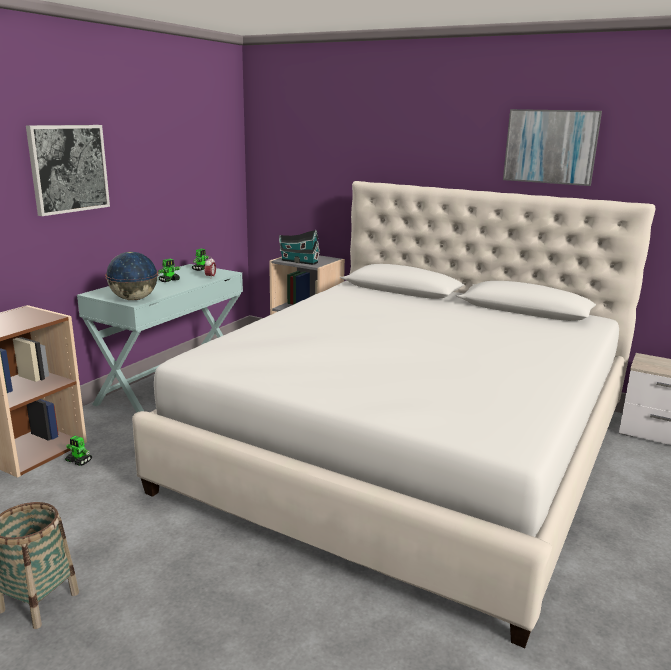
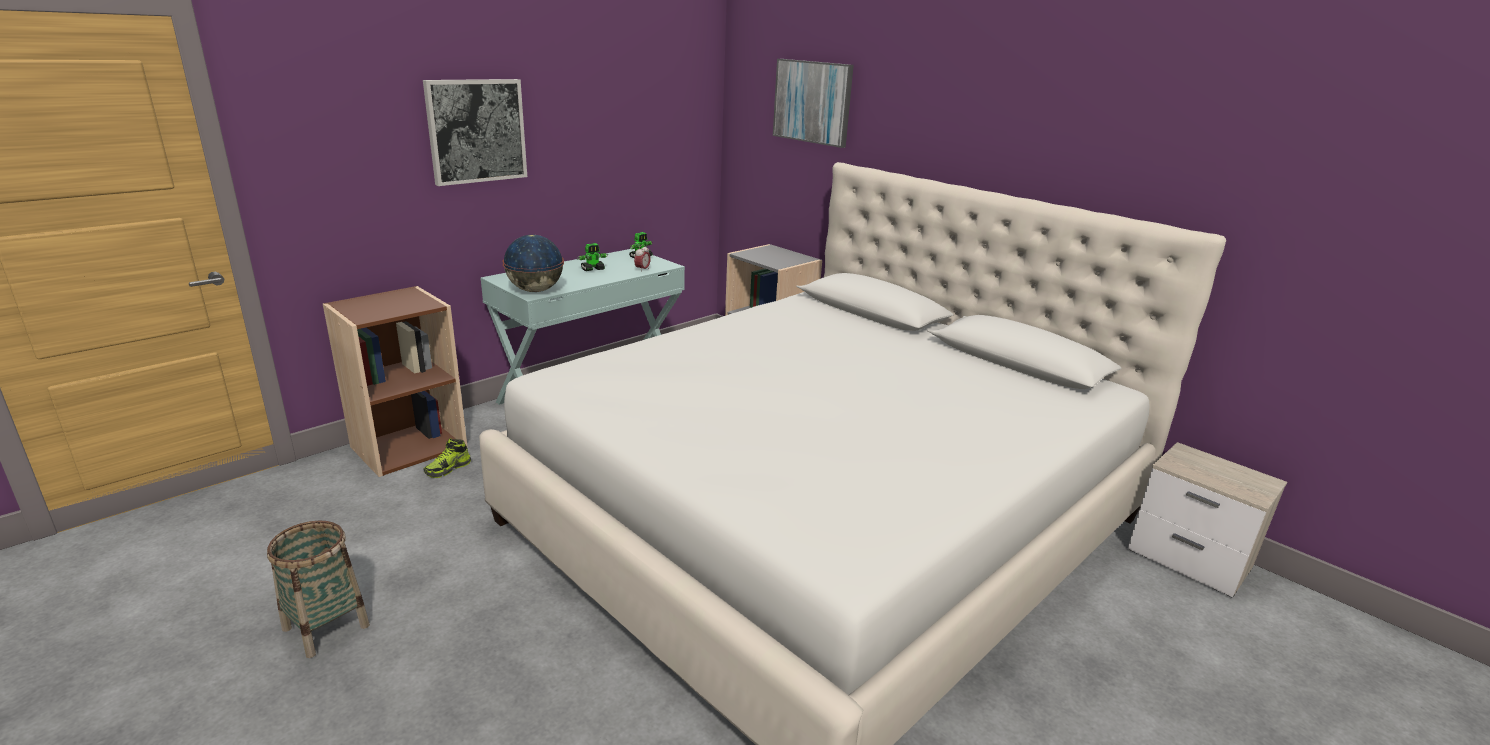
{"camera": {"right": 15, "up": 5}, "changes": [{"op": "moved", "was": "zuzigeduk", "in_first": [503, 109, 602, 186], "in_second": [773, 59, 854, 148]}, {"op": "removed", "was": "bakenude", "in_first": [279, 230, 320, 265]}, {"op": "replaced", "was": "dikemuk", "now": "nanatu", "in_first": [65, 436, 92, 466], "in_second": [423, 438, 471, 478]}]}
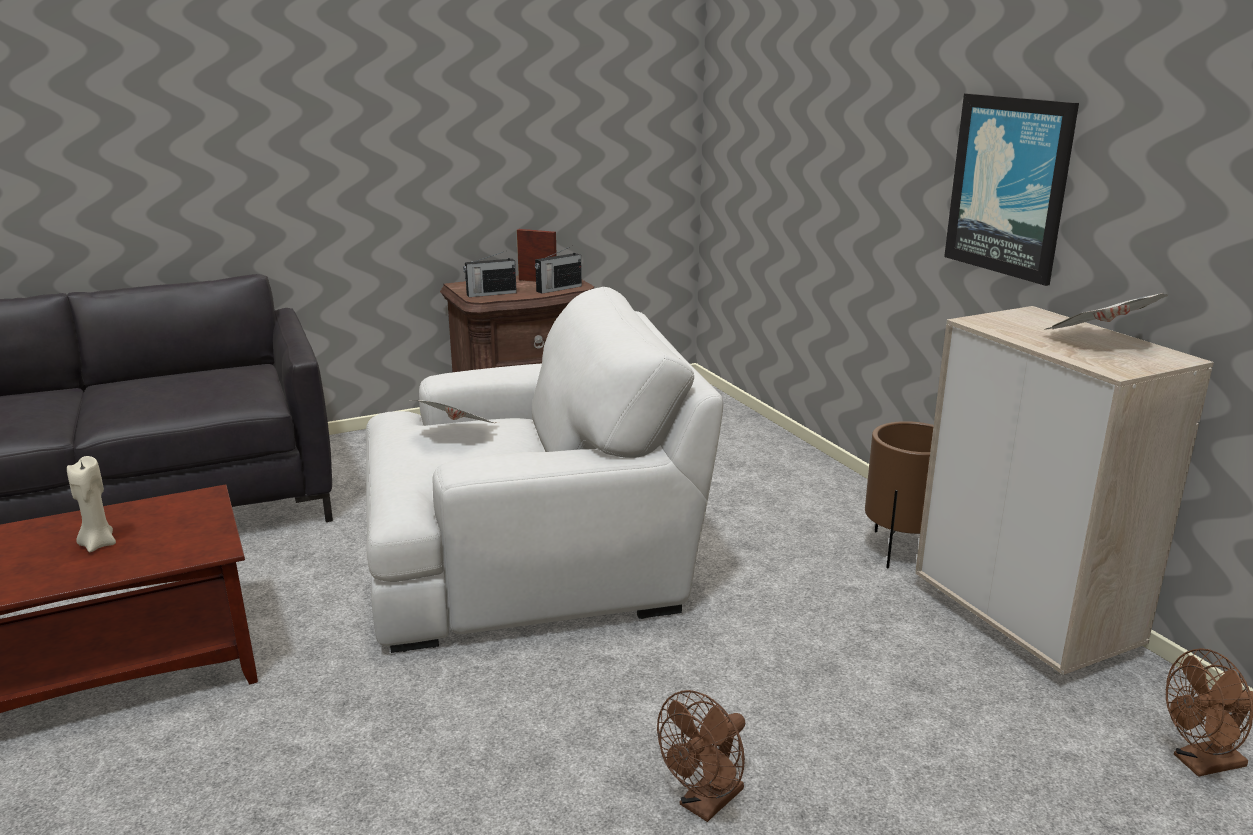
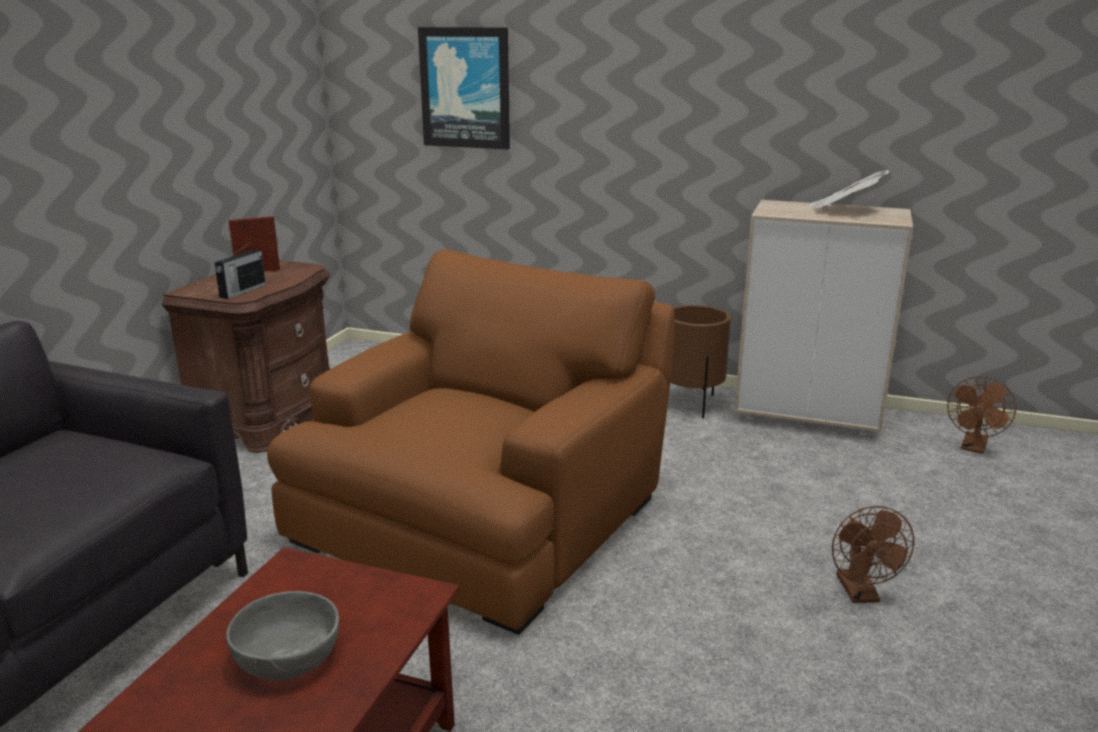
{"camera": {"right": -45, "up": 0}, "changes": [{"op": "moved", "was": "zuzigeduk", "in_first": [944, 93, 1079, 286], "in_second": [418, 27, 510, 150]}, {"op": "removed", "was": "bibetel", "in_first": [535, 247, 582, 294]}, {"op": "recoloured", "was": "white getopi", "now": "brown getopi", "in_first": [366, 287, 723, 653], "in_second": [267, 249, 675, 635]}, {"op": "removed", "was": "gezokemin", "in_first": [415, 400, 500, 423]}, {"op": "replaced", "was": "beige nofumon", "now": "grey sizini", "in_first": [67, 456, 116, 552], "in_second": [226, 591, 339, 680]}]}
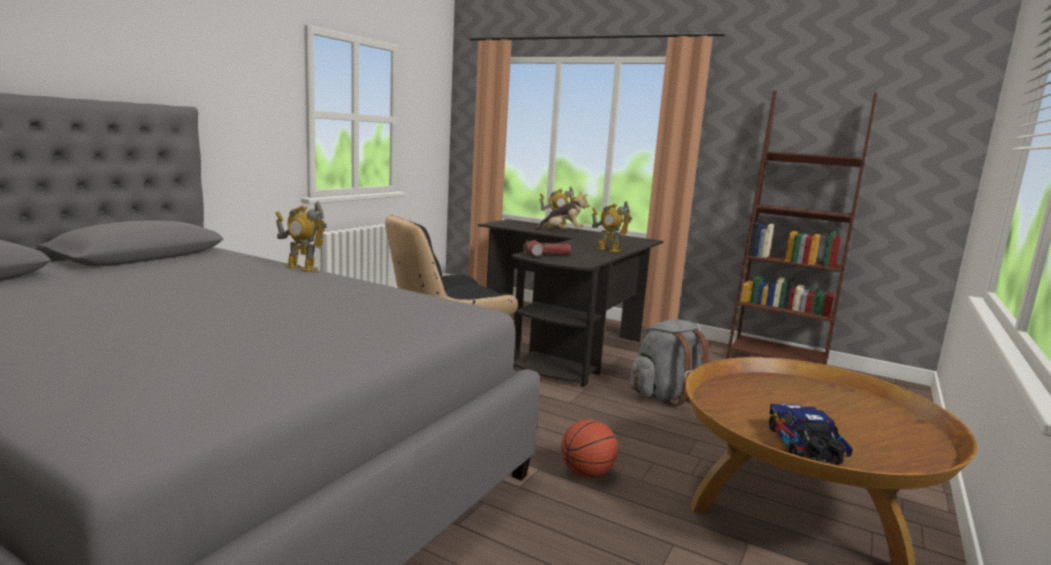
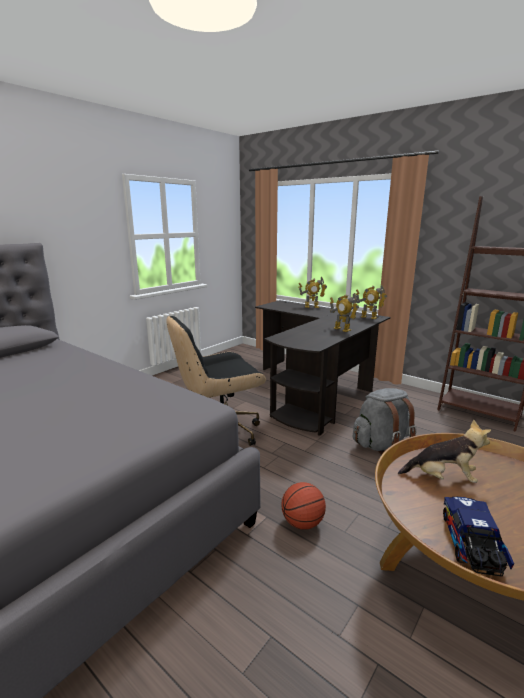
{"camera": {"right": 10, "up": 5}, "changes": [{"op": "moved", "was": "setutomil", "in_first": [534, 192, 590, 230], "in_second": [398, 419, 491, 483]}, {"op": "moved", "was": "dikemuk", "in_first": [276, 201, 327, 272], "in_second": [356, 285, 387, 319]}, {"op": "removed", "was": "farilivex", "in_first": [523, 240, 571, 257]}]}
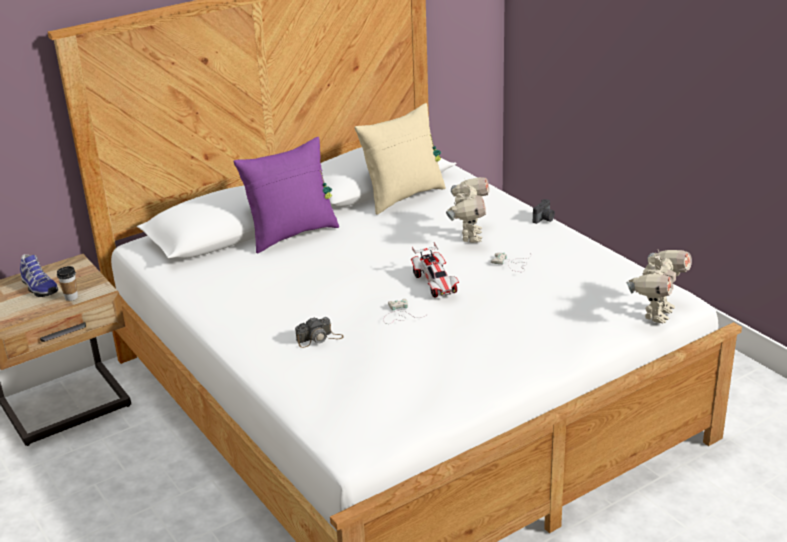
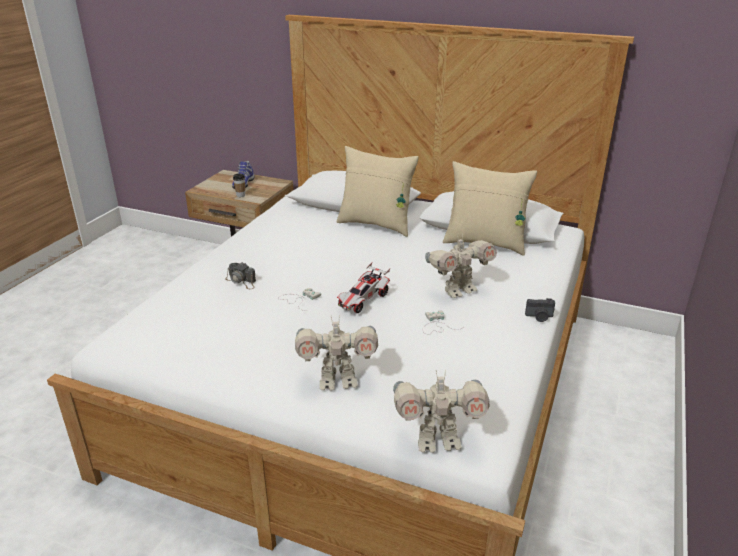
{"camera": {"right": 55, "up": 0}, "changes": [{"op": "recoloured", "was": "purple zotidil", "now": "beige zotidil", "in_first": [233, 137, 339, 253], "in_second": [336, 146, 419, 237]}, {"op": "added", "now": "dikemuk", "in_second": [295, 317, 378, 390]}]}
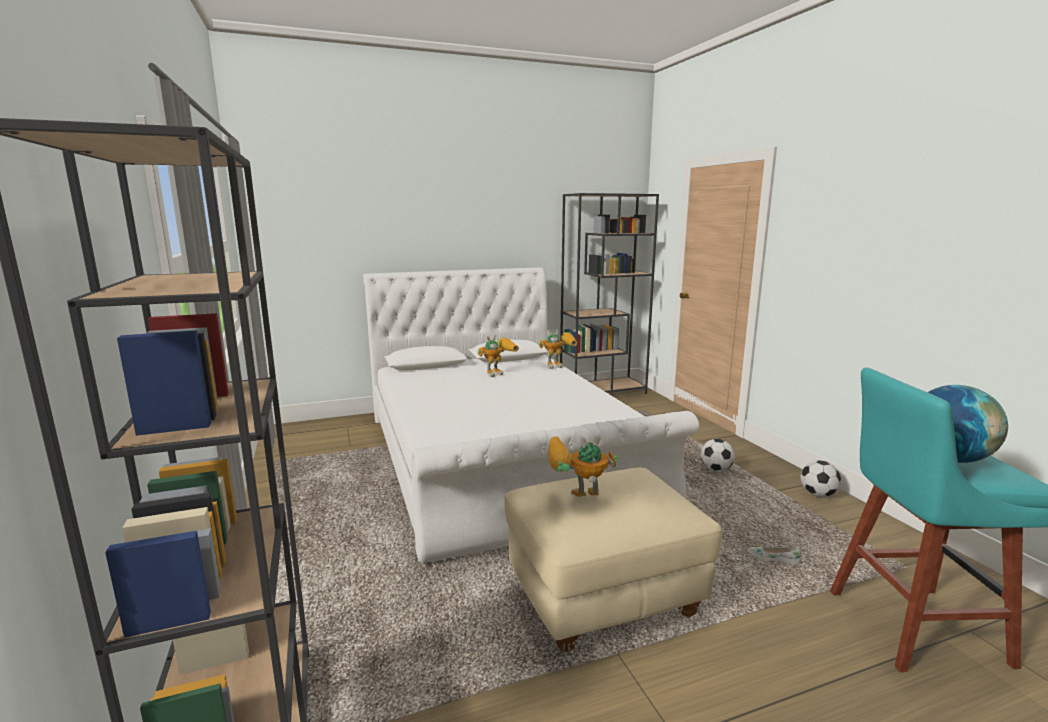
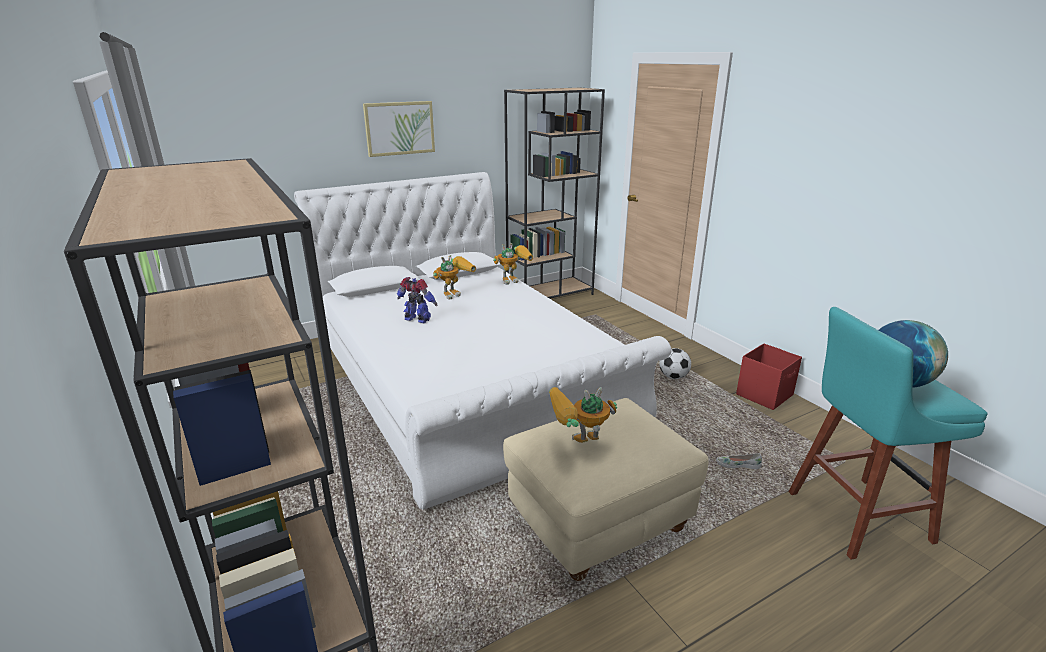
{"camera": {"right": -10, "up": 10}, "changes": [{"op": "replaced", "was": "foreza", "now": "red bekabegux", "in_first": [800, 460, 841, 497], "in_second": [736, 343, 802, 410]}, {"op": "added", "now": "zuzigeduk", "in_second": [363, 101, 435, 157]}, {"op": "added", "now": "dikemuk", "in_second": [397, 277, 438, 323]}]}
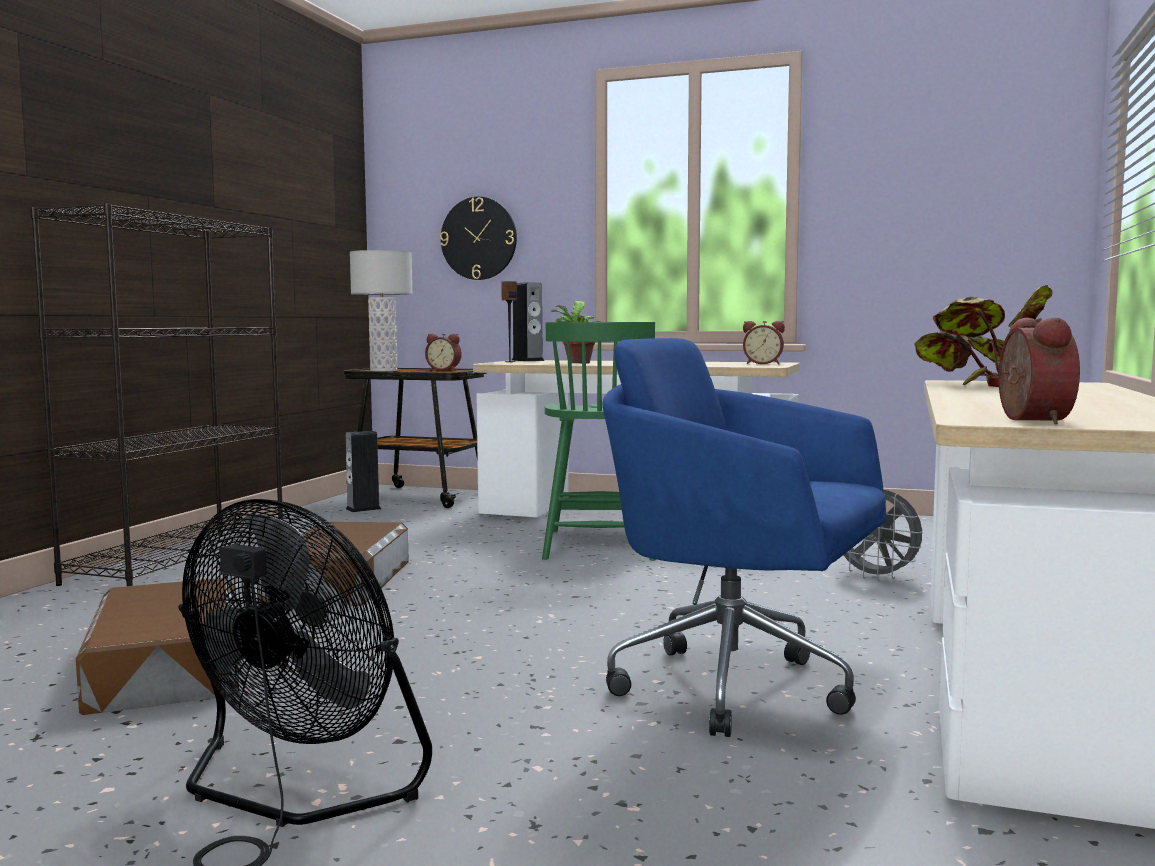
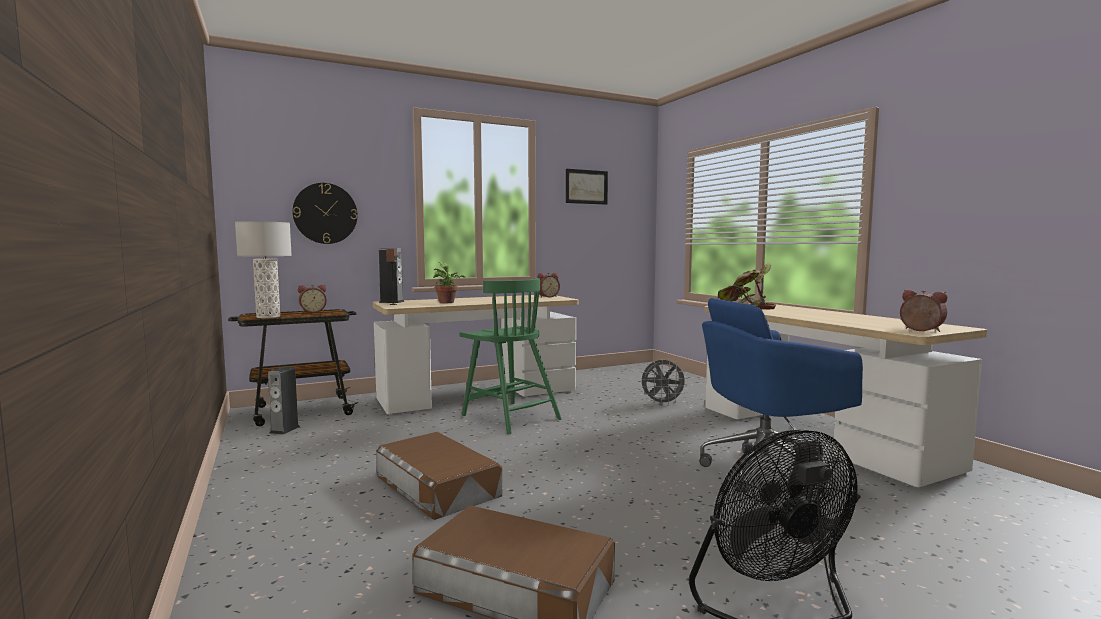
{"camera": {"right": -45, "up": 0}, "changes": [{"op": "removed", "was": "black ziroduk", "in_first": [30, 203, 283, 586]}, {"op": "added", "now": "zuzigeduk", "in_second": [566, 169, 608, 205]}]}
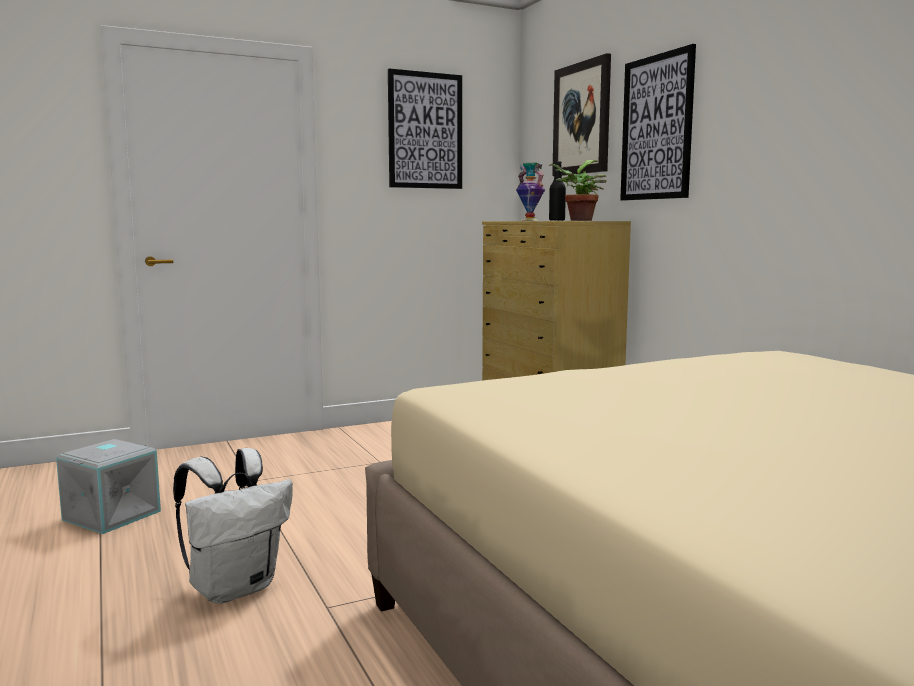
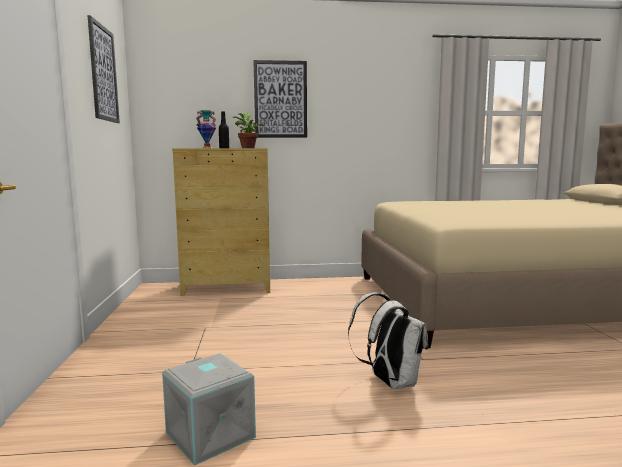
{"camera": {"right": -70, "up": 0}, "changes": [{"op": "removed", "was": "zuzigeduk", "in_first": [552, 53, 611, 176]}]}
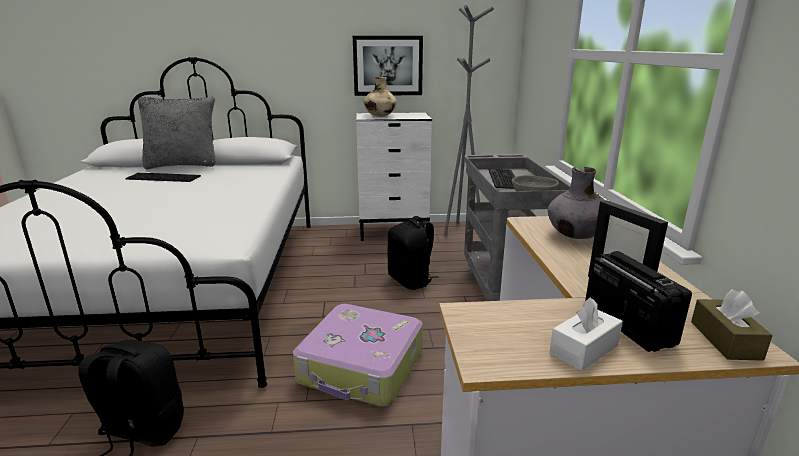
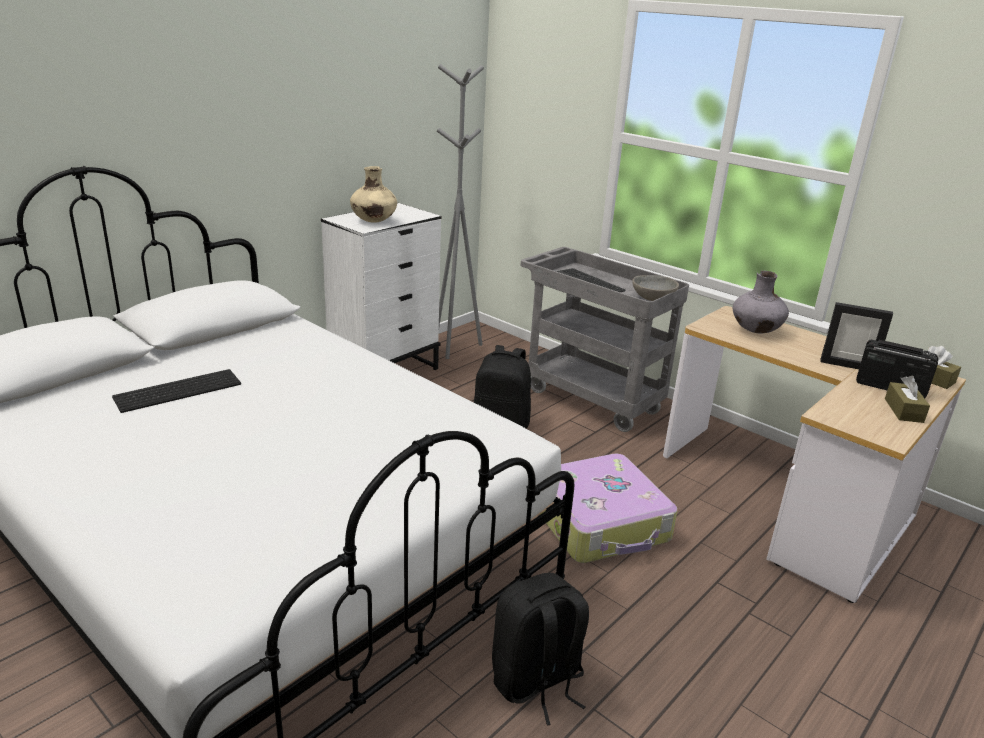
{"camera": {"right": -45, "up": 5}, "changes": [{"op": "removed", "was": "zuzigeduk", "in_first": [353, 36, 423, 96]}, {"op": "removed", "was": "grey zotidil", "in_first": [138, 97, 216, 169]}, {"op": "recoloured", "was": "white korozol", "now": "brown korozol", "in_first": [550, 297, 623, 371], "in_second": [885, 376, 930, 423]}]}
